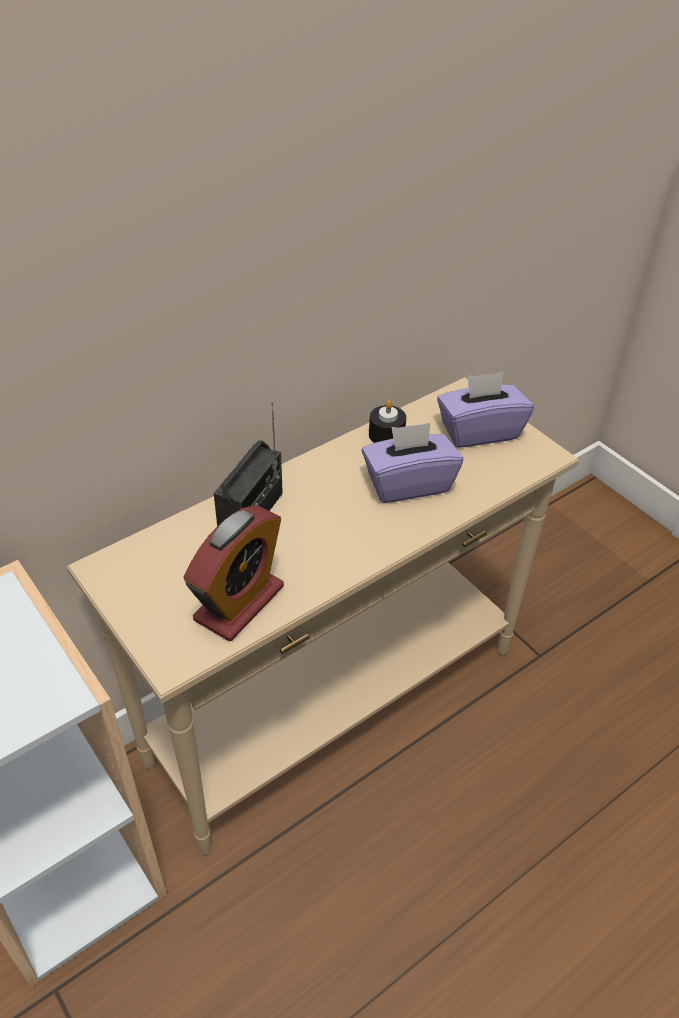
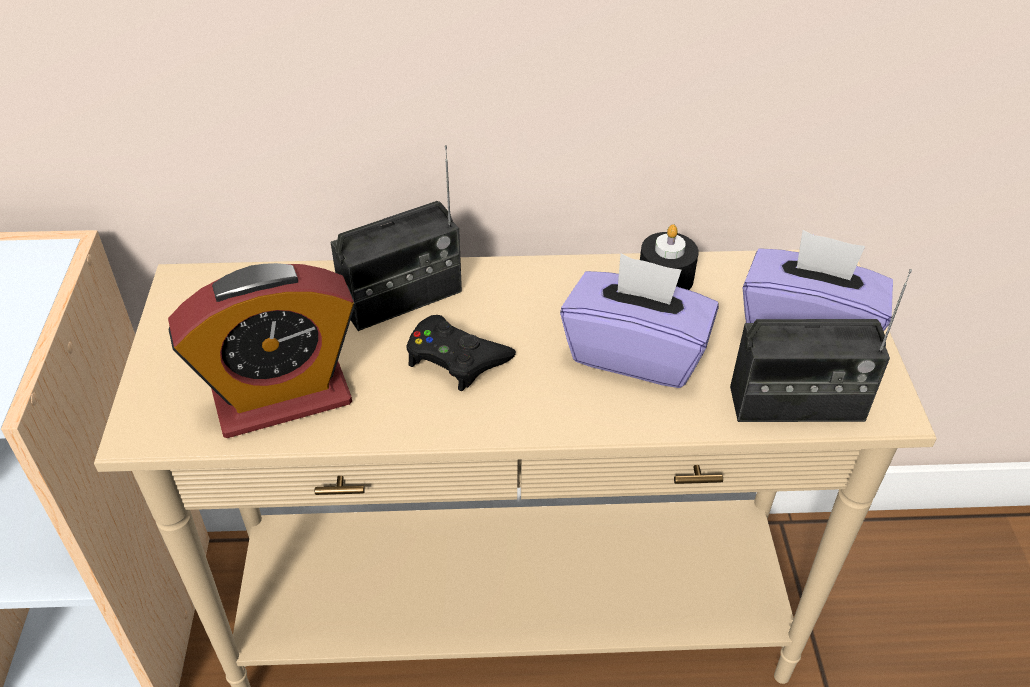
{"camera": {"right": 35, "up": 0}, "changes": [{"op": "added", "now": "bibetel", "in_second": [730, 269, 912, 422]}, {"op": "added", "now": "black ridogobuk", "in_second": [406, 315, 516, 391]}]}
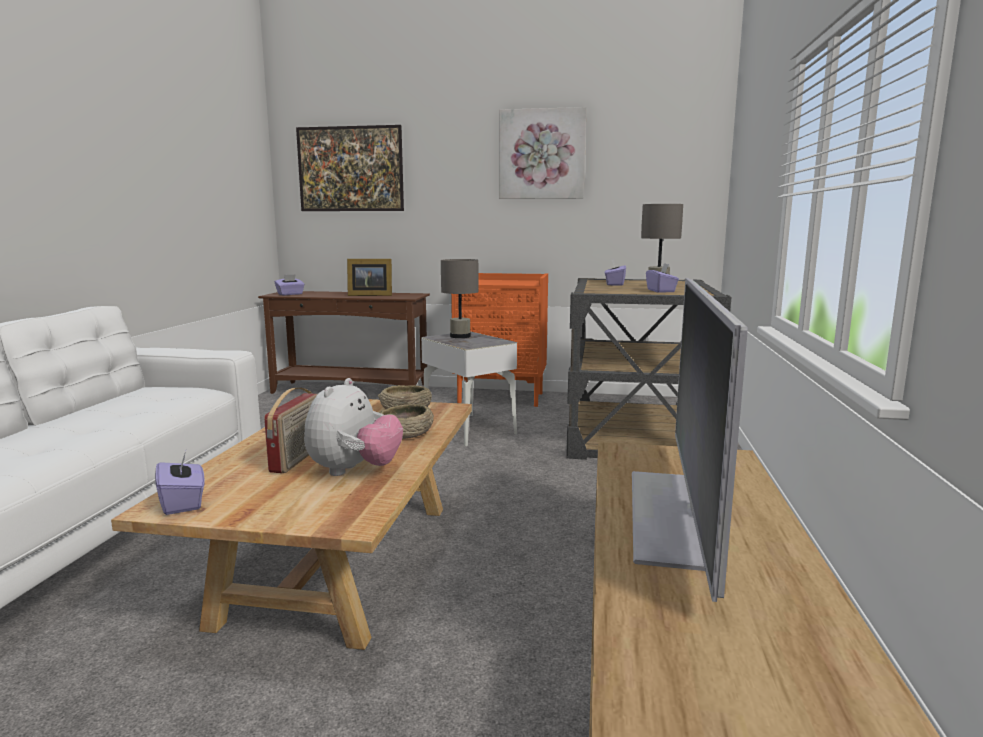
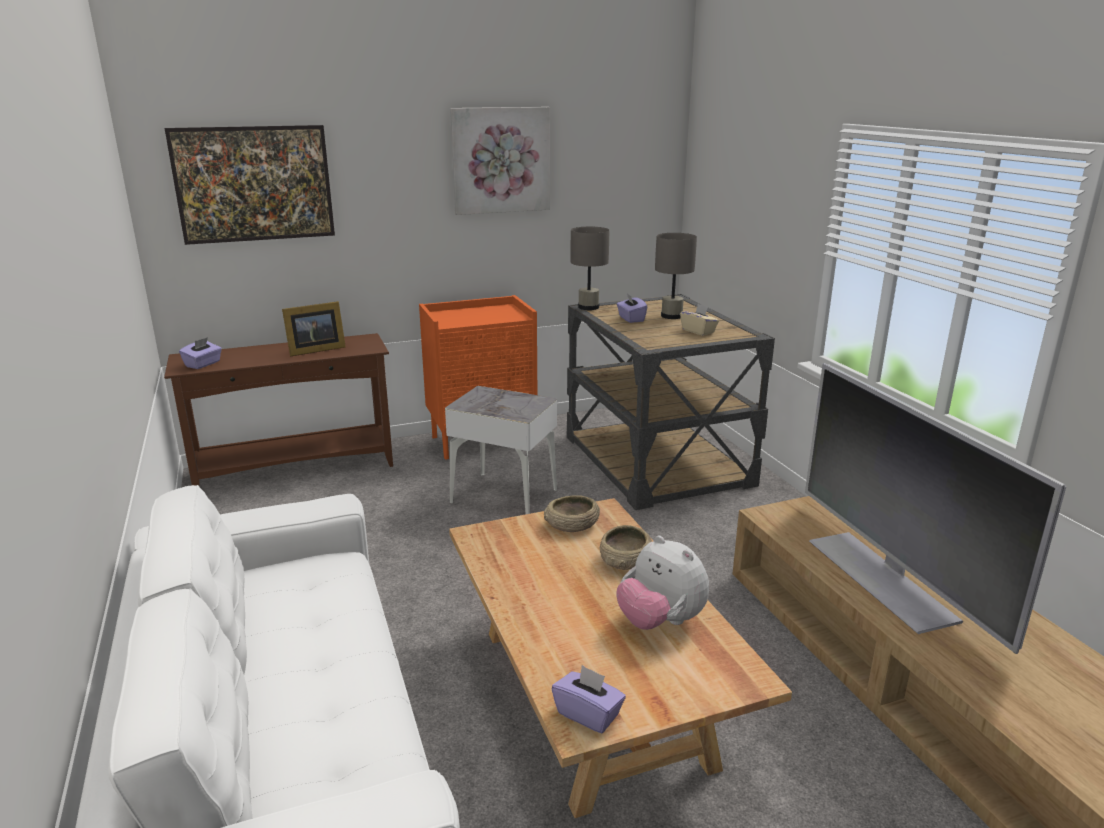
{"camera": {"right": -30, "up": 10}, "changes": [{"op": "moved", "was": "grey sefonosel", "in_first": [441, 259, 479, 338], "in_second": [571, 227, 609, 310]}, {"op": "recoloured", "was": "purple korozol", "now": "beige korozol", "in_first": [646, 264, 679, 292], "in_second": [680, 304, 719, 336]}, {"op": "turned", "was": "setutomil", "in_first": [304, 378, 403, 476], "in_second": [617, 535, 709, 630], "clockwise": 150}, {"op": "removed", "was": "bibetel", "in_first": [264, 388, 318, 473]}]}
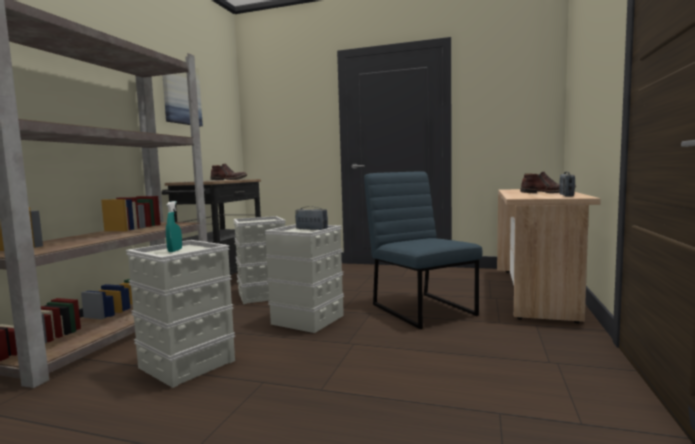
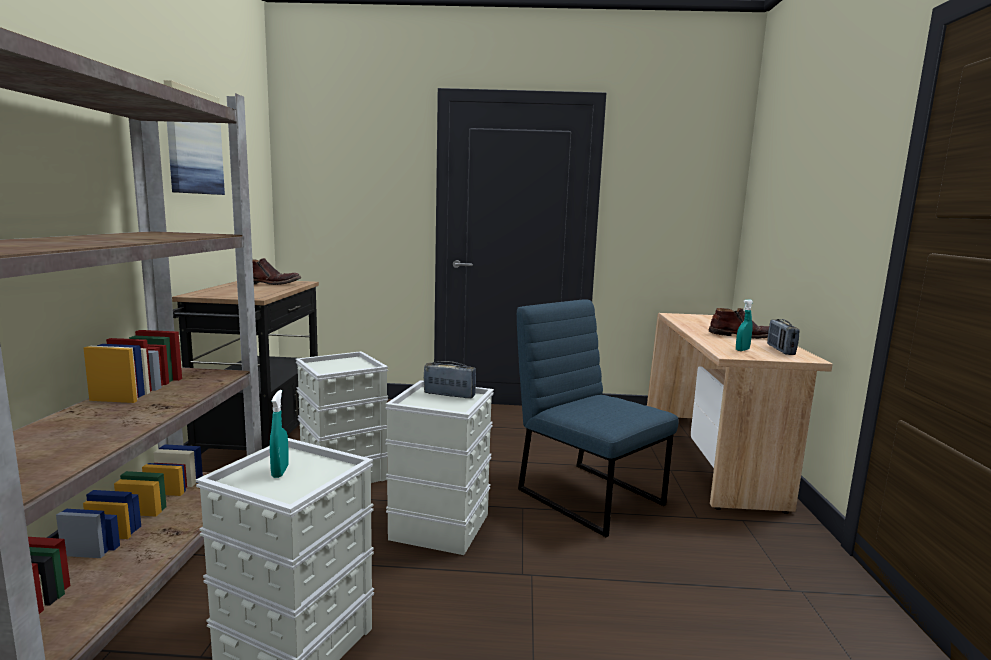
{"camera": {"right": -15, "up": 5}, "changes": [{"op": "added", "now": "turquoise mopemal", "in_second": [736, 299, 753, 351]}]}
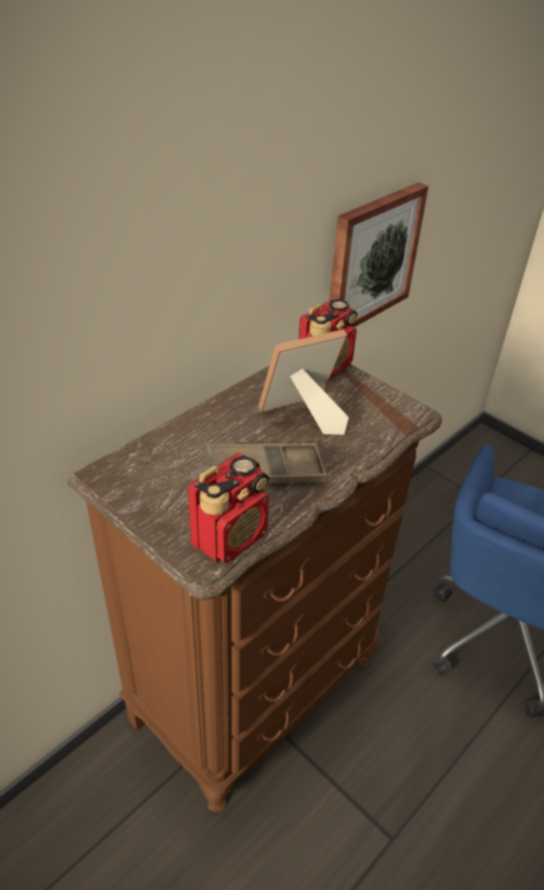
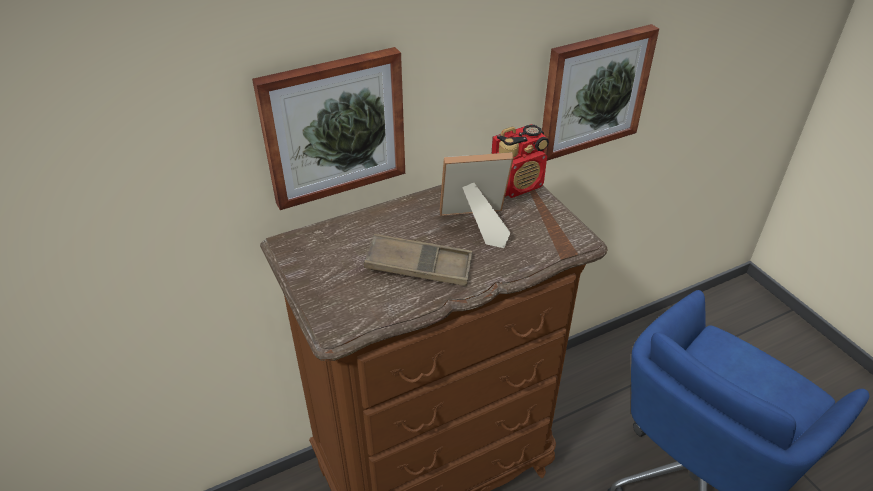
{"camera": {"right": 20, "up": 0}, "changes": [{"op": "removed", "was": "bibetel", "in_first": [188, 453, 269, 563]}, {"op": "added", "now": "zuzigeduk", "in_second": [252, 47, 405, 210]}]}
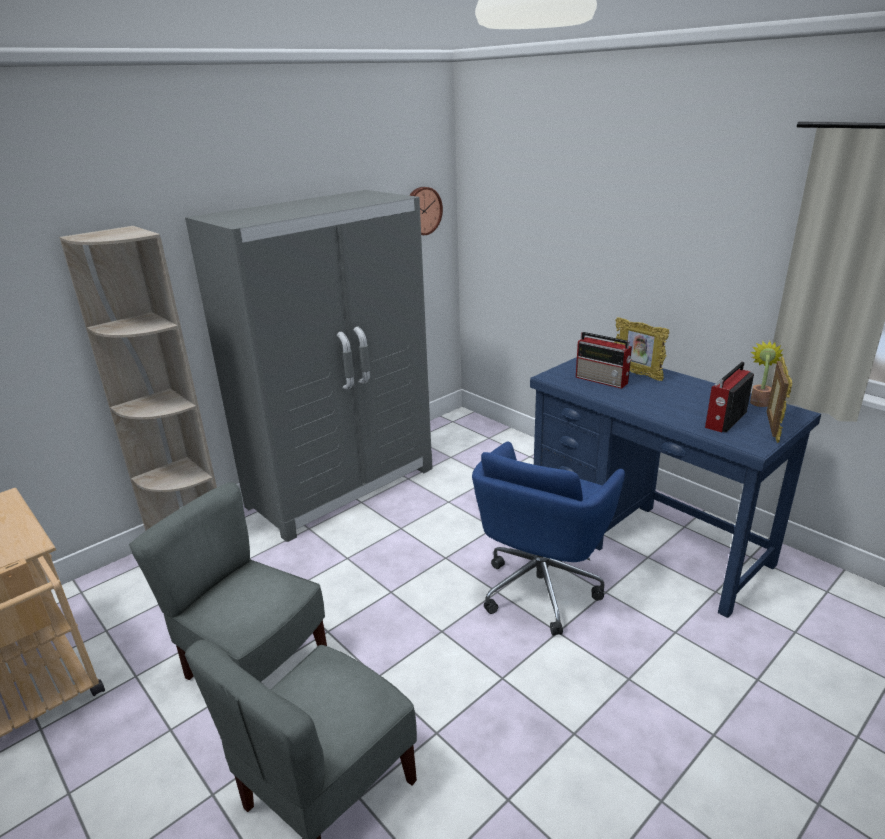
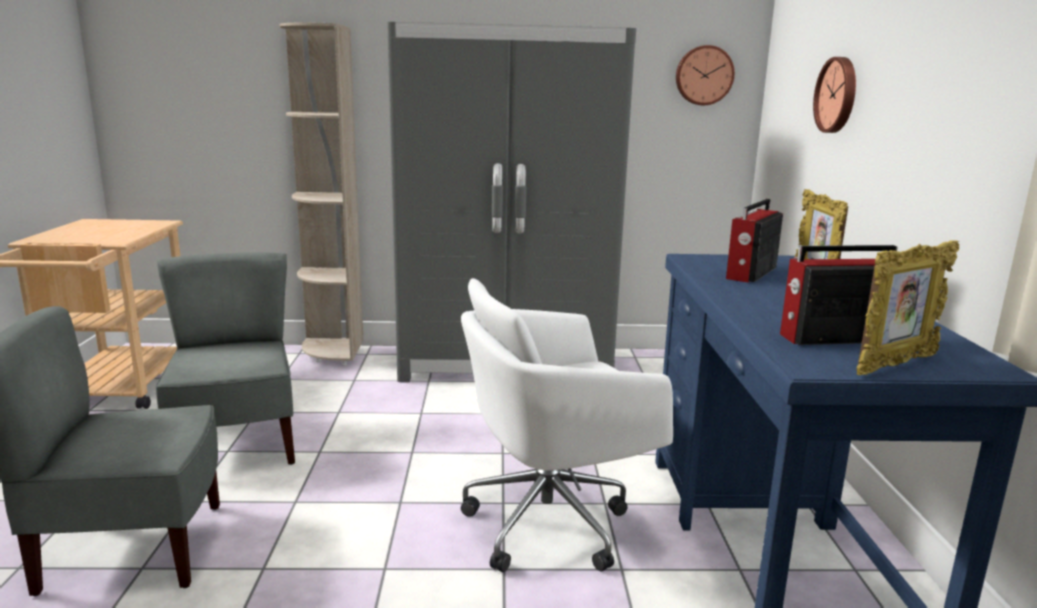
{"camera": {"right": 40, "up": -10}, "changes": [{"op": "turned", "was": "bibetel", "in_first": [576, 332, 632, 389], "in_second": [726, 199, 783, 283], "clockwise": 45}, {"op": "removed", "was": "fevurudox", "in_first": [750, 340, 783, 407]}, {"op": "recoloured", "was": "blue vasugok", "now": "white vasugok", "in_first": [472, 442, 625, 636], "in_second": [461, 278, 673, 572]}, {"op": "added", "now": "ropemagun", "in_second": [813, 57, 856, 133]}]}
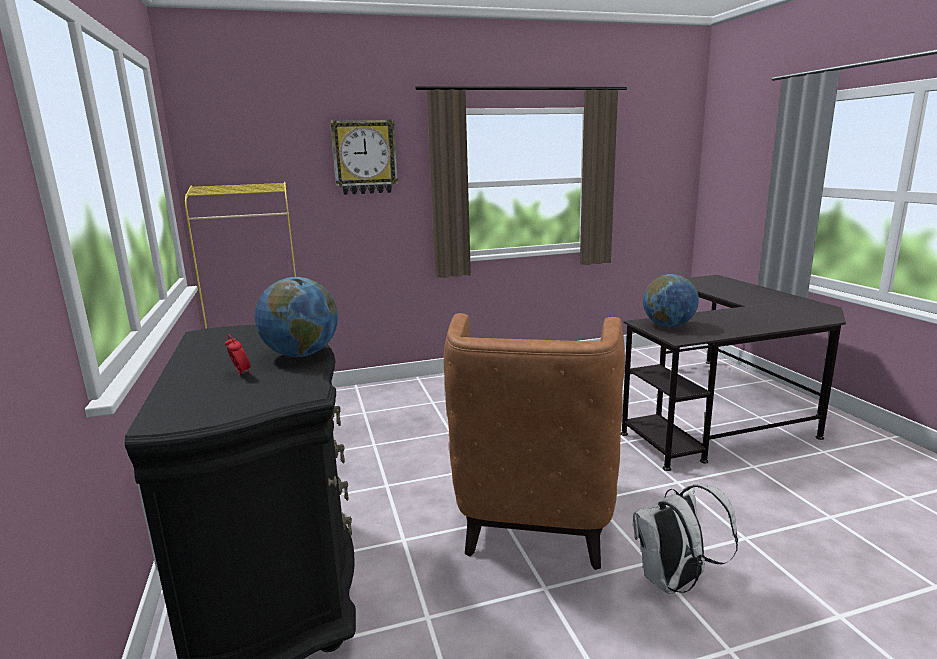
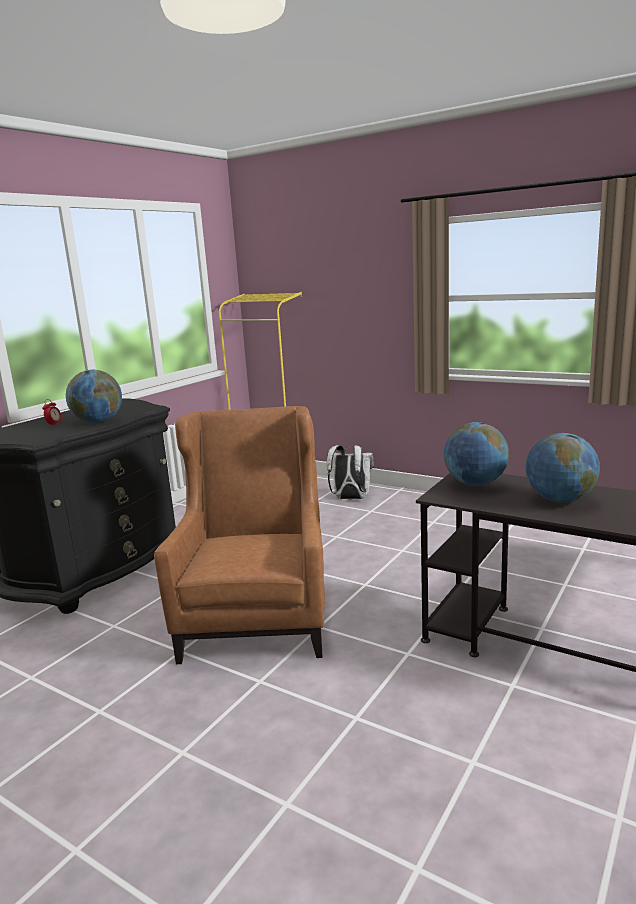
{"camera": {"right": 50, "up": 0}, "changes": [{"op": "removed", "was": "ropemagun", "in_first": [330, 120, 398, 195]}, {"op": "turned", "was": "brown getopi", "in_first": [444, 313, 625, 570], "in_second": [154, 406, 325, 664], "clockwise": 120}, {"op": "moved", "was": "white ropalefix", "in_first": [633, 484, 738, 594], "in_second": [327, 445, 374, 499]}, {"op": "added", "now": "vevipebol", "in_second": [525, 433, 600, 503]}]}
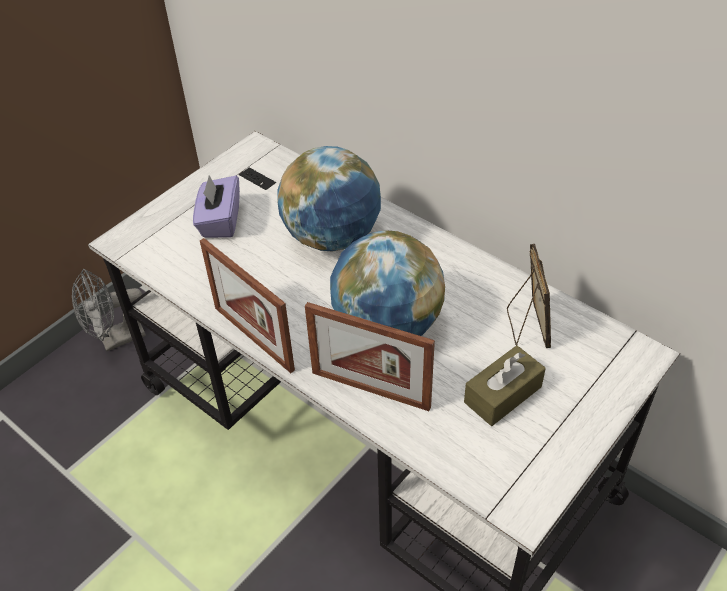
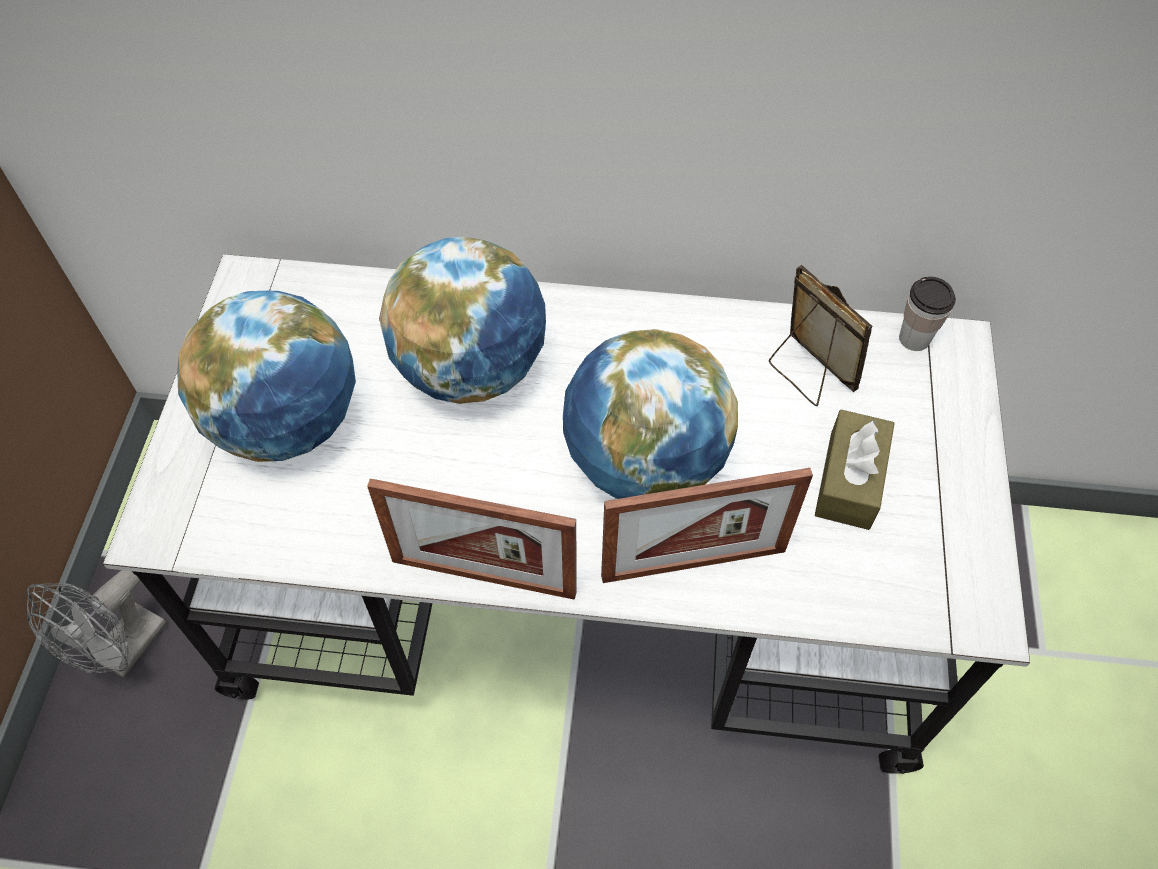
{"camera": {"right": -35, "up": 10}, "changes": [{"op": "replaced", "was": "purple korozol", "now": "vevipebol", "in_first": [193, 175, 240, 238], "in_second": [177, 291, 356, 462]}, {"op": "added", "now": "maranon", "in_second": [899, 276, 956, 351]}]}
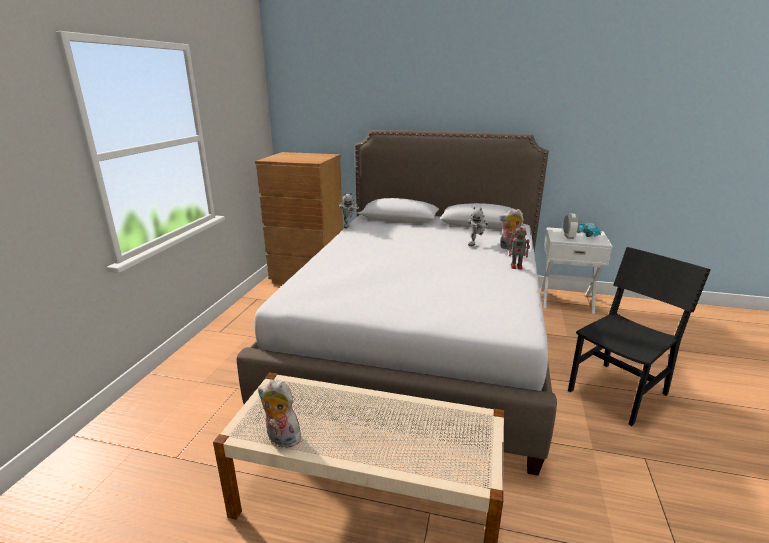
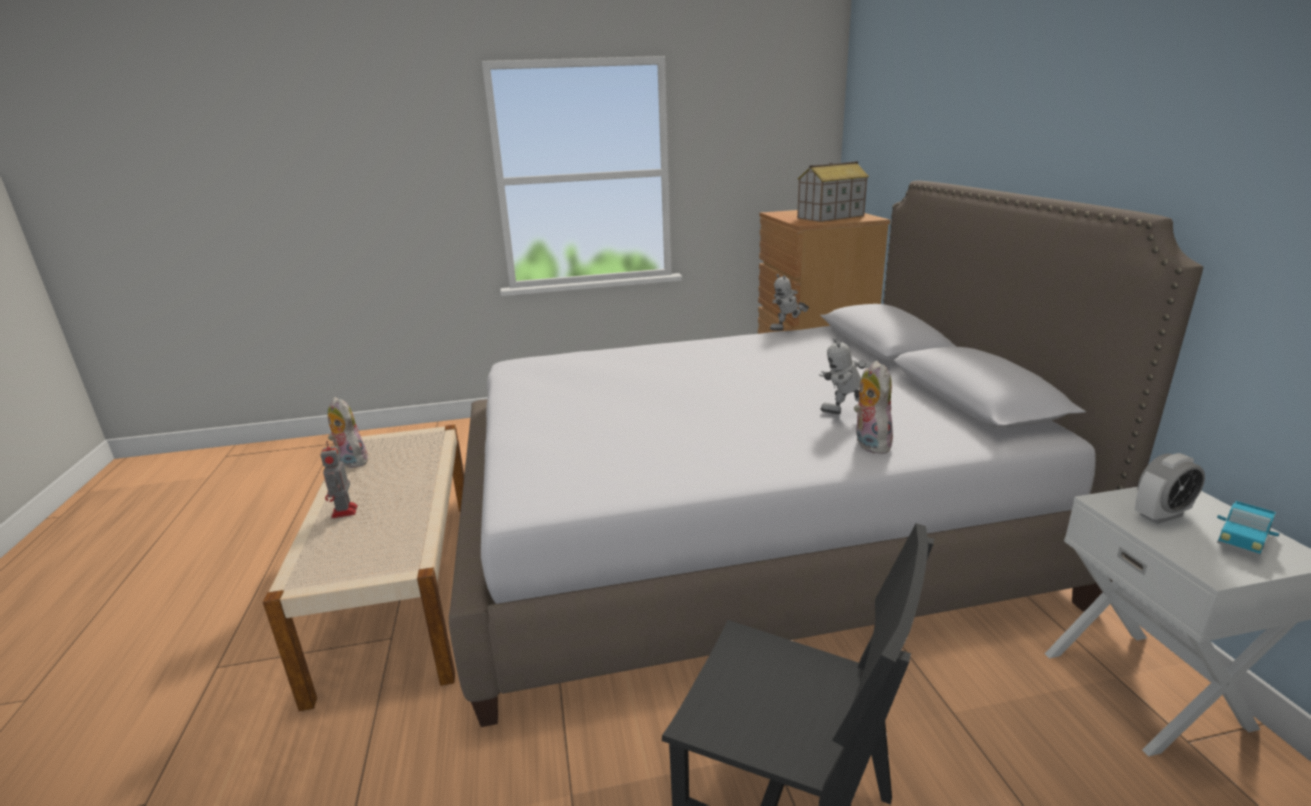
{"camera": {"right": 65, "up": 0}, "changes": [{"op": "moved", "was": "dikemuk", "in_first": [509, 224, 530, 270], "in_second": [320, 440, 358, 518]}, {"op": "turned", "was": "setutomil", "in_first": [258, 380, 301, 447], "in_second": [327, 397, 368, 468], "clockwise": -45}, {"op": "added", "now": "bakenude", "in_second": [797, 161, 869, 222]}]}
